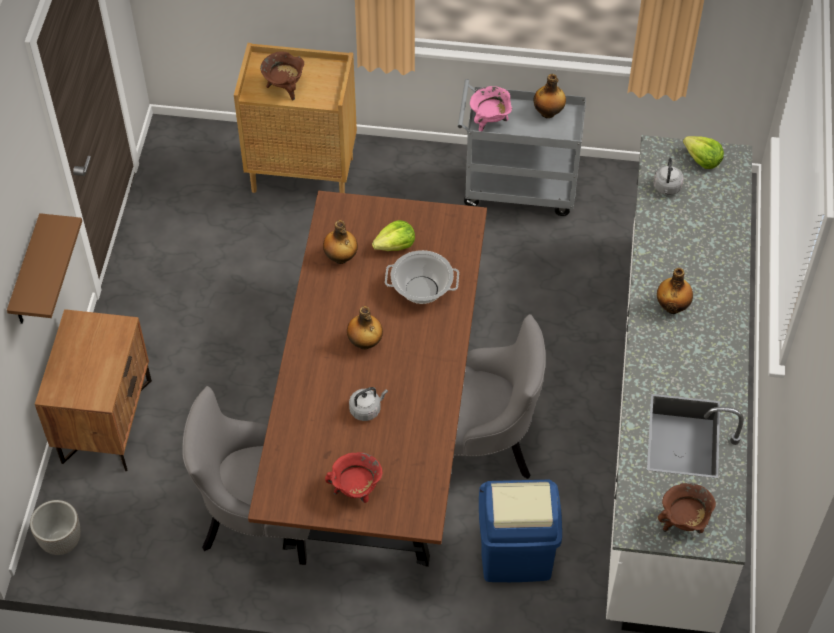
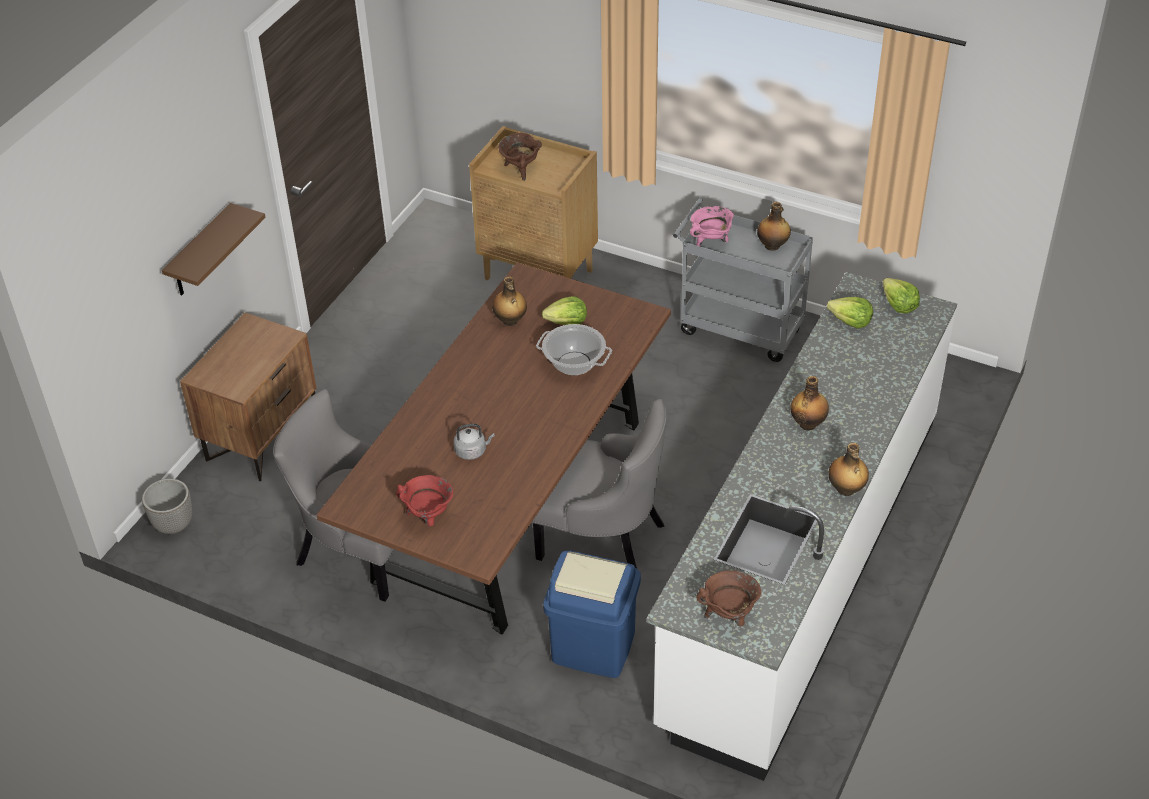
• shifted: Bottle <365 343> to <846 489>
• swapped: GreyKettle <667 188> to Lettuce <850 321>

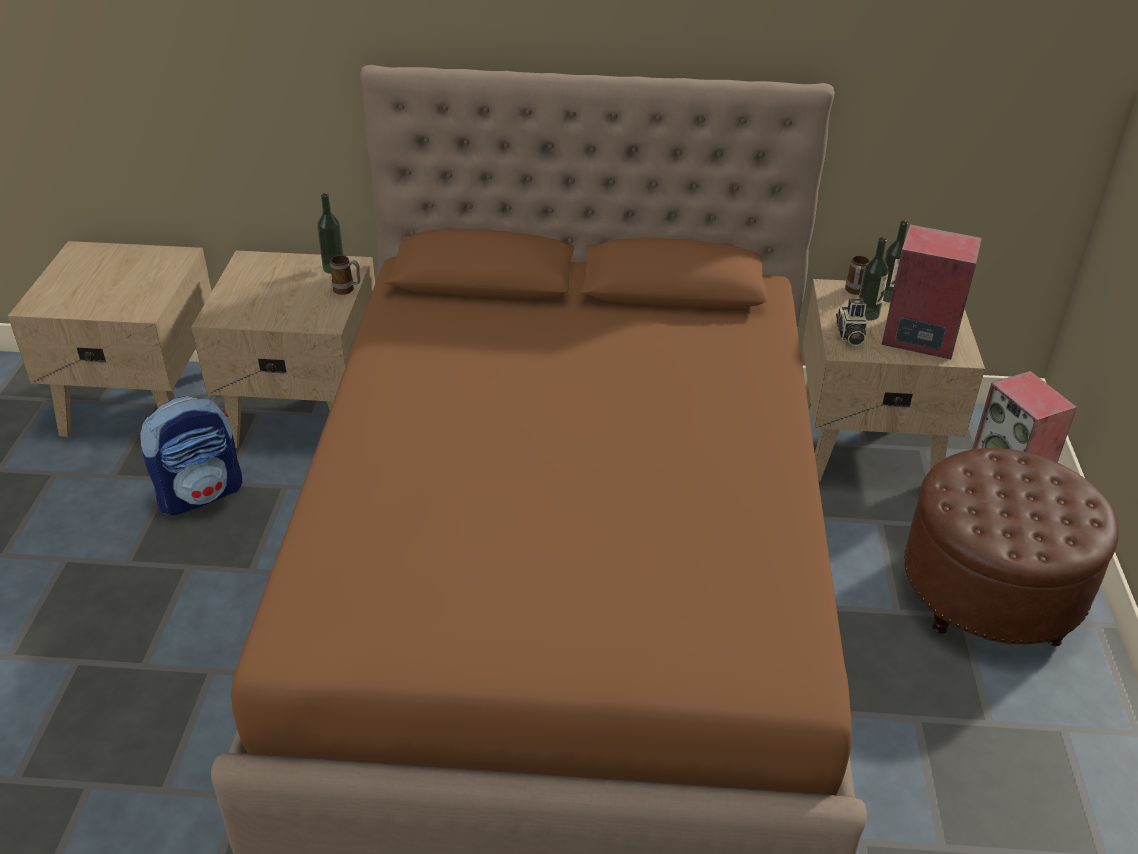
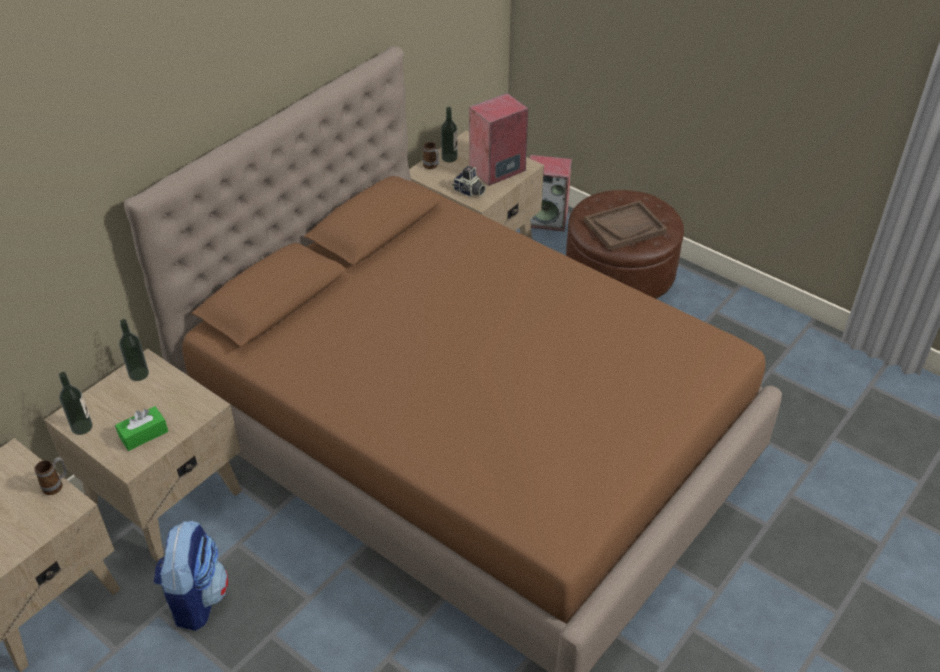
• new: GreenTissueBox <143 434>
• new: BrownTray <625 227>
• shifted: Mug <347 290> to <56 485>
• shifted: Bottle <867 314> to <82 427>

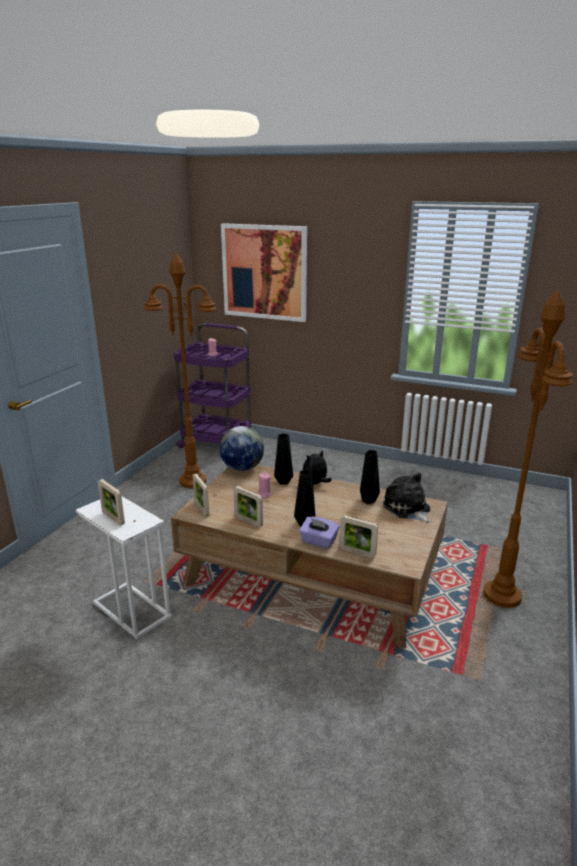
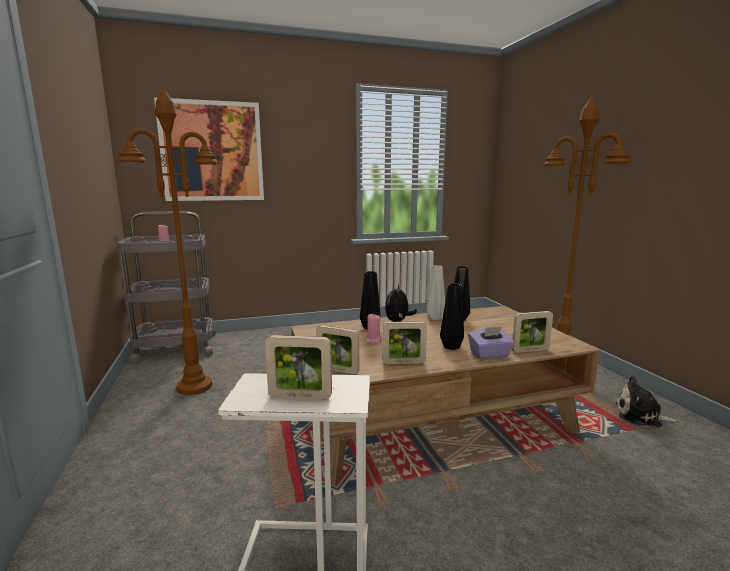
• gone: Globe <242 468>
• new: GreyVase <435 318>
• shifted: PlushToy <407 509> to <641 416>
• repainted: PurpleCart <216 443> to GreyCart <176 348>

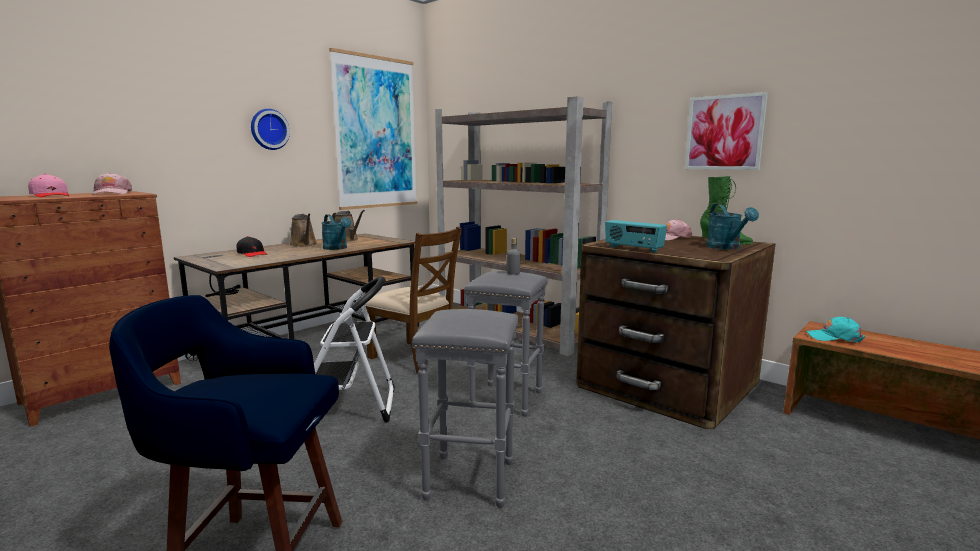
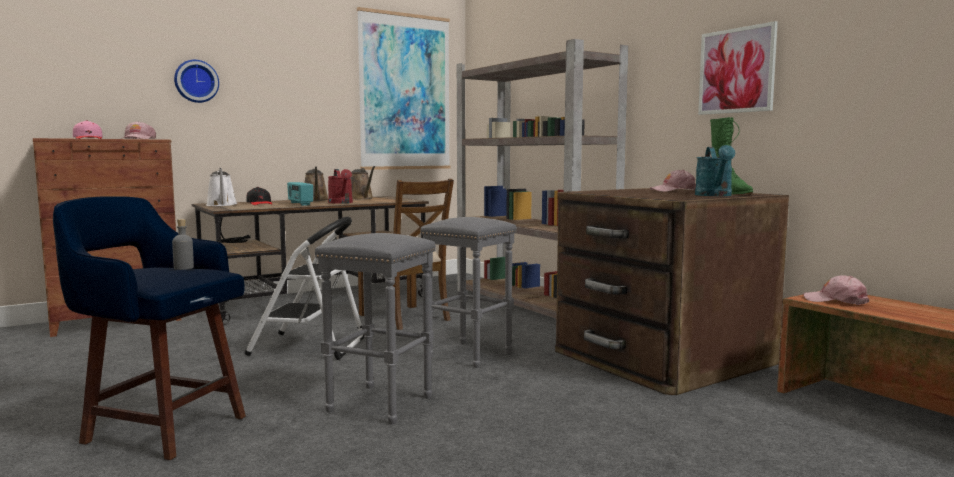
• new: WhiteWateringCan <222 205>
• shifted: WallClock <269 129> to <196 81>
• shifted: GreyBottle <513 273> to <183 268>
• shifted: Radio <633 249> to <300 204>
• repainted: TurquoiseWateringCan <337 248> to RedWateringCan <341 203>
• repainted: TurquoiseCap <834 337> to PinkCap <835 300>

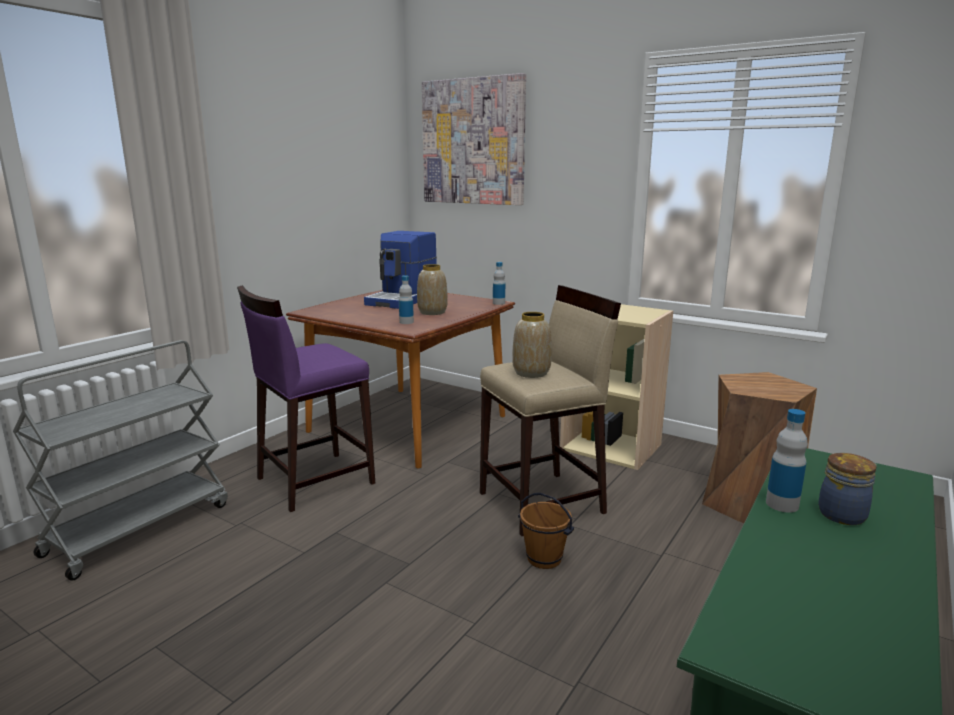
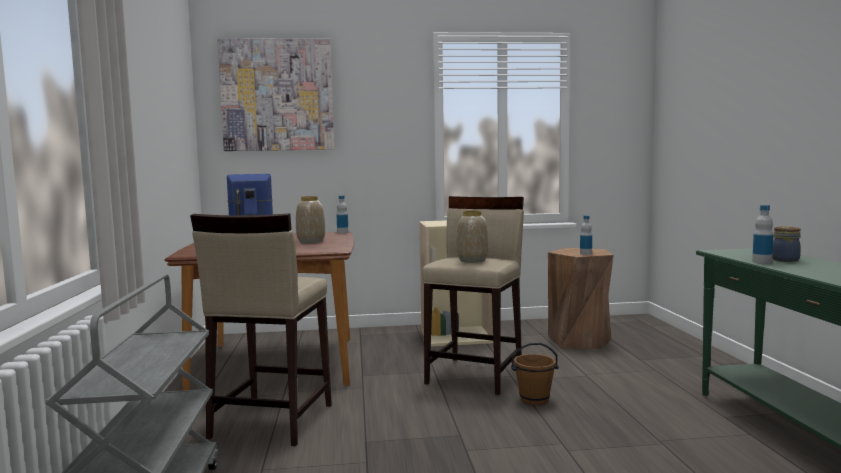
• shifted: Bottle <406 322> to <585 254>
• repainted: PurpleStool <314 480> to BeigeStool <270 421>

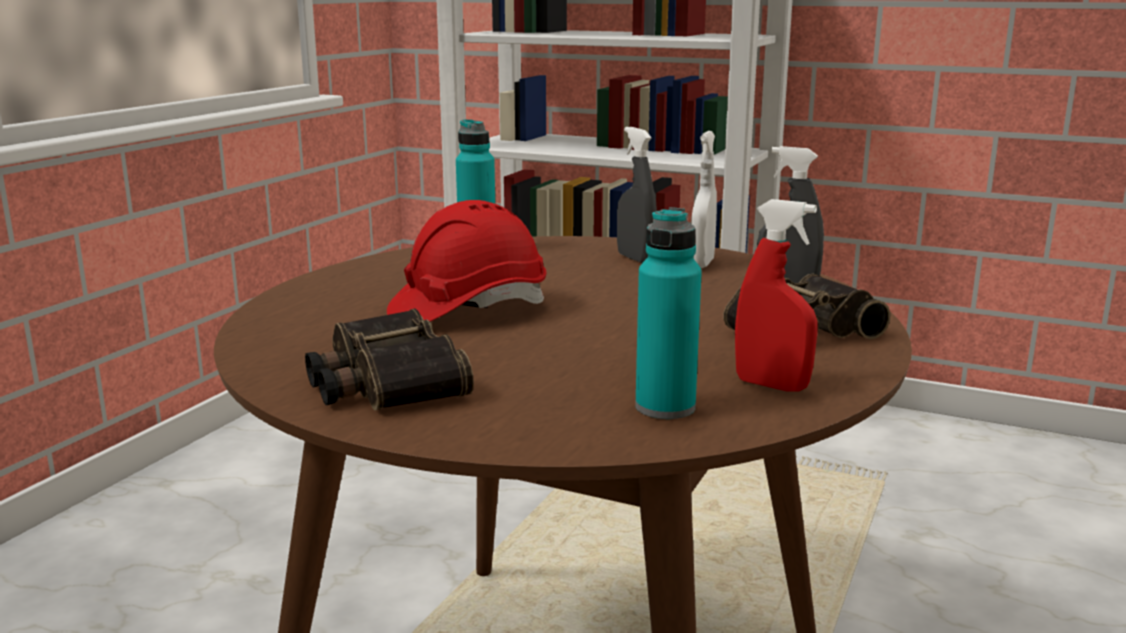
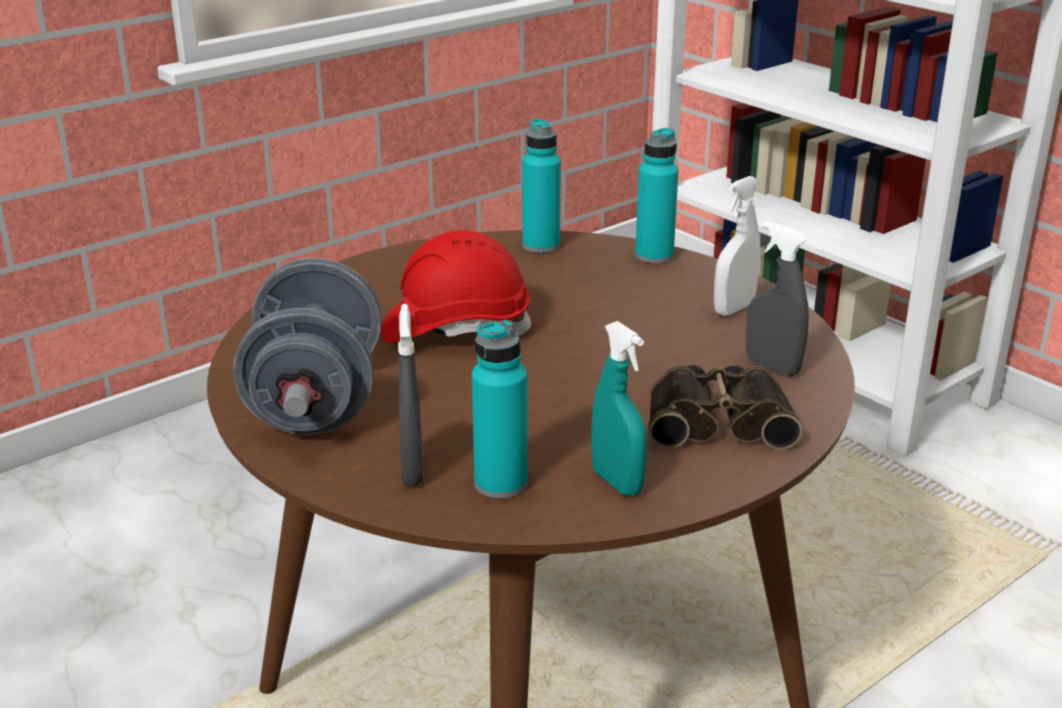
• new: TurquoiseBottle <654 256>
• shifted: GreySprayBottle <635 258> to <412 470>
• swapped: Binoculars <385 382> to GreyDumbbell <315 401>
• repainted: RedSprayBottle <771 385> to TurquoiseSprayBottle <617 482>

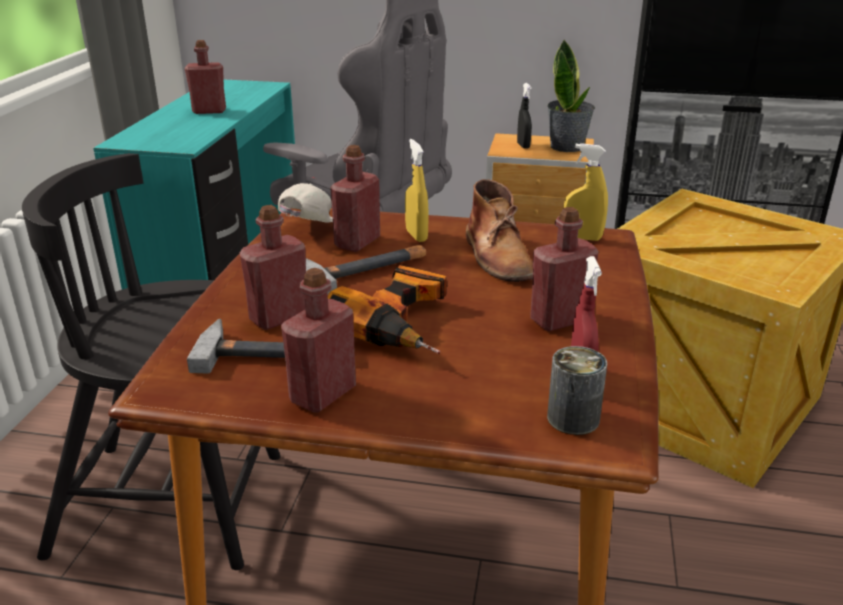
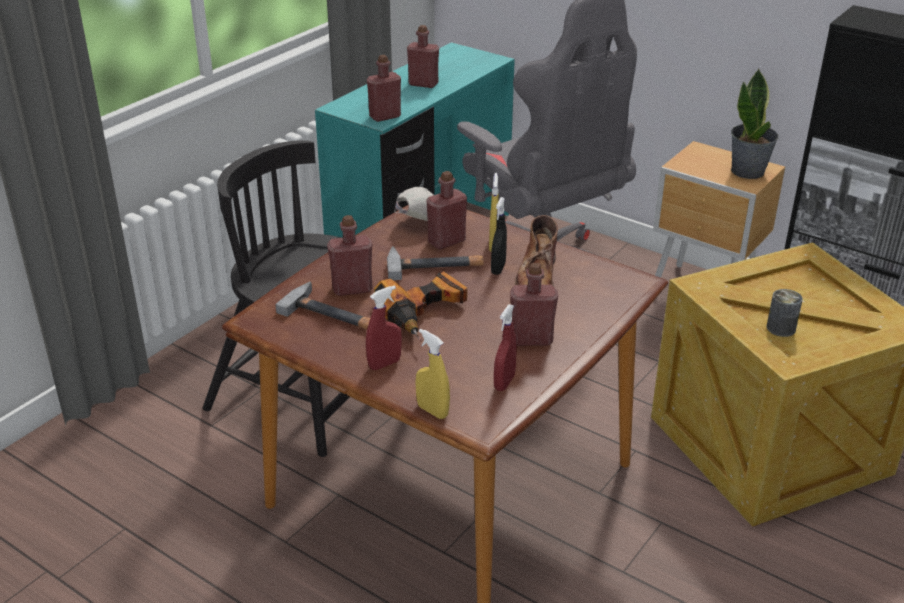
• new: RedSprayBottle <384 364>
• shifted: RedBottle <323 394> to <385 116>
• shifted: BlackSprayBottle <523 146> to <498 268>
• shifted: Can <573 418> to <781 328>
• shifted: YellowSprayBottle <582 238> to <432 411>

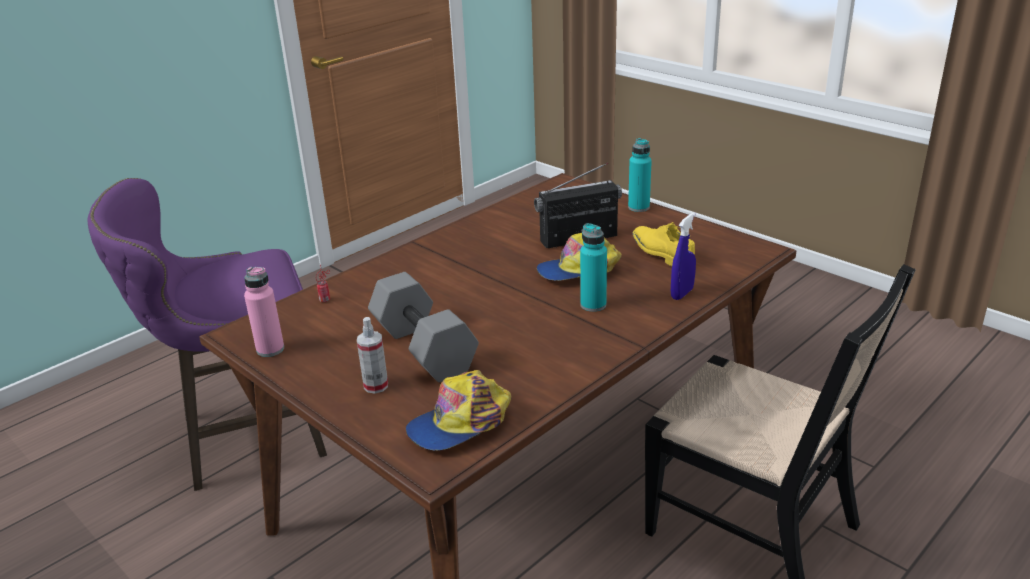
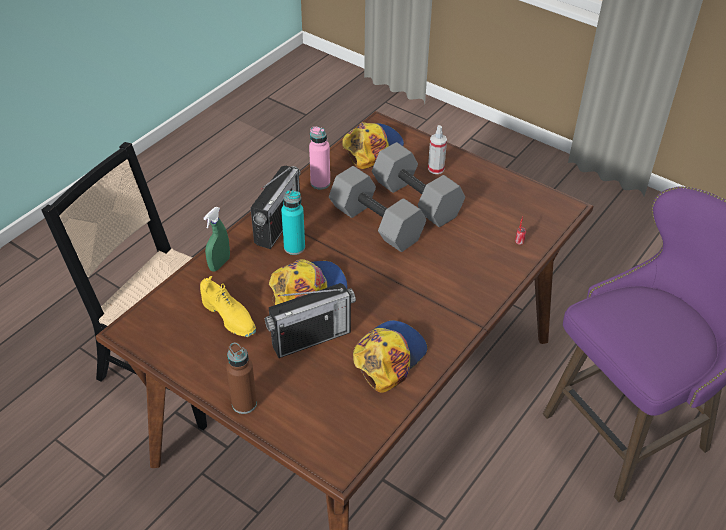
• new: Radio <277 225>
• new: GreyDumbbell <374 224>
• new: Cap <388 357>
• shifted: PinkBottle <270 349> to <320 183>
• repainted: TurquoiseBottle <638 207> to BrownBottle <244 403>
• repainted: BlueSprayBottle <682 293> to GreenSprayBottle <219 264>

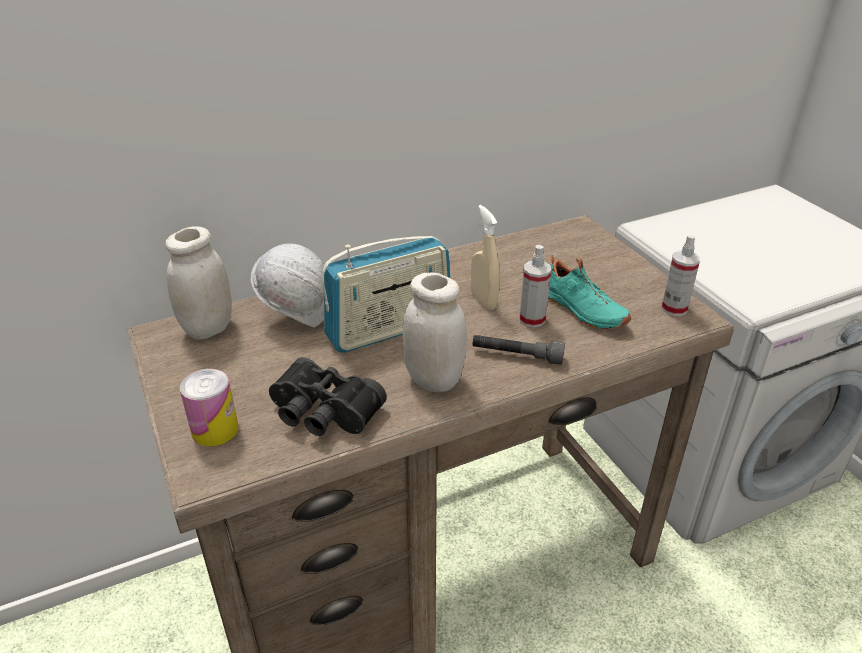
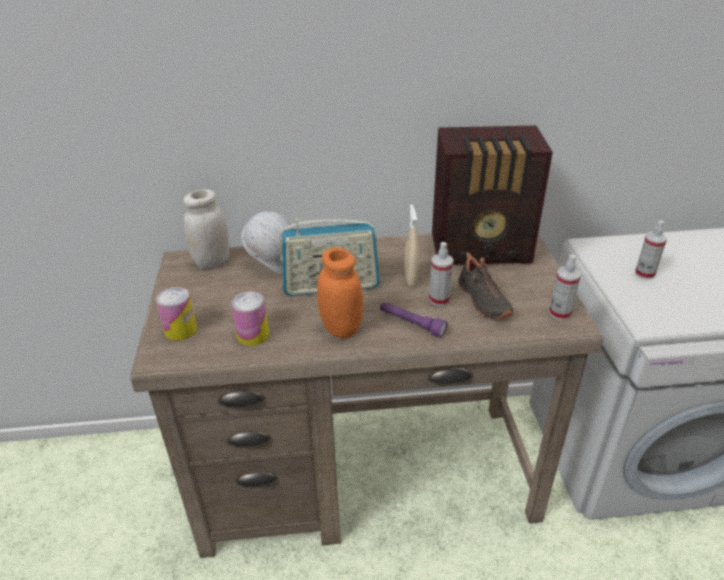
• new: Radio <483 250>
• new: SprayBottle <644 274>
• swapped: BlackBinoculars <322 414> to Can <253 335>
• repainted: WhiteJar <434 379> to OrangeJar <341 328>
• repainted: GreyFlashlight <517 356> to PurpleFlashlight <411 324>
• repainted: TurquoiseShoe <581 311> to BlackShoe <482 300>

